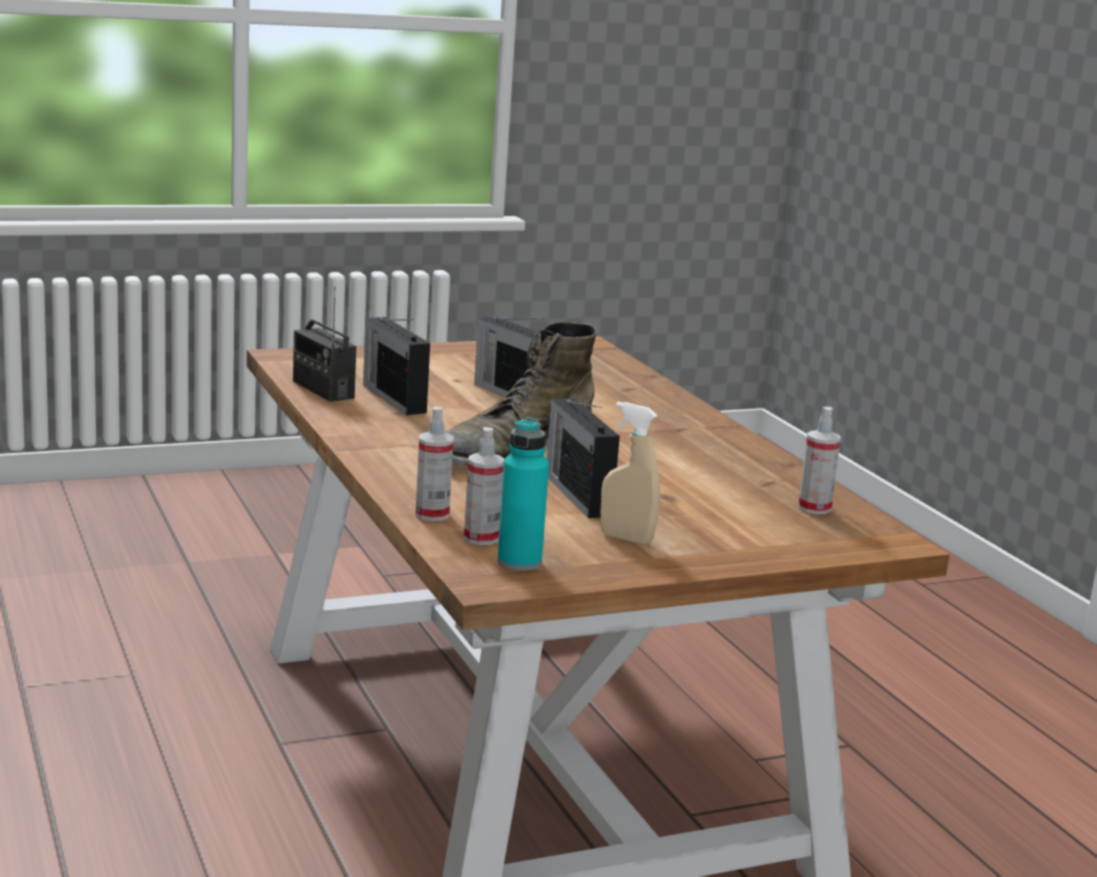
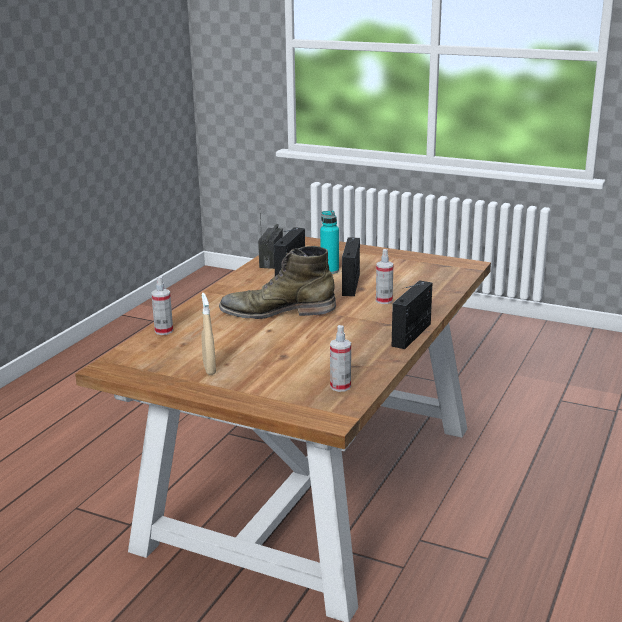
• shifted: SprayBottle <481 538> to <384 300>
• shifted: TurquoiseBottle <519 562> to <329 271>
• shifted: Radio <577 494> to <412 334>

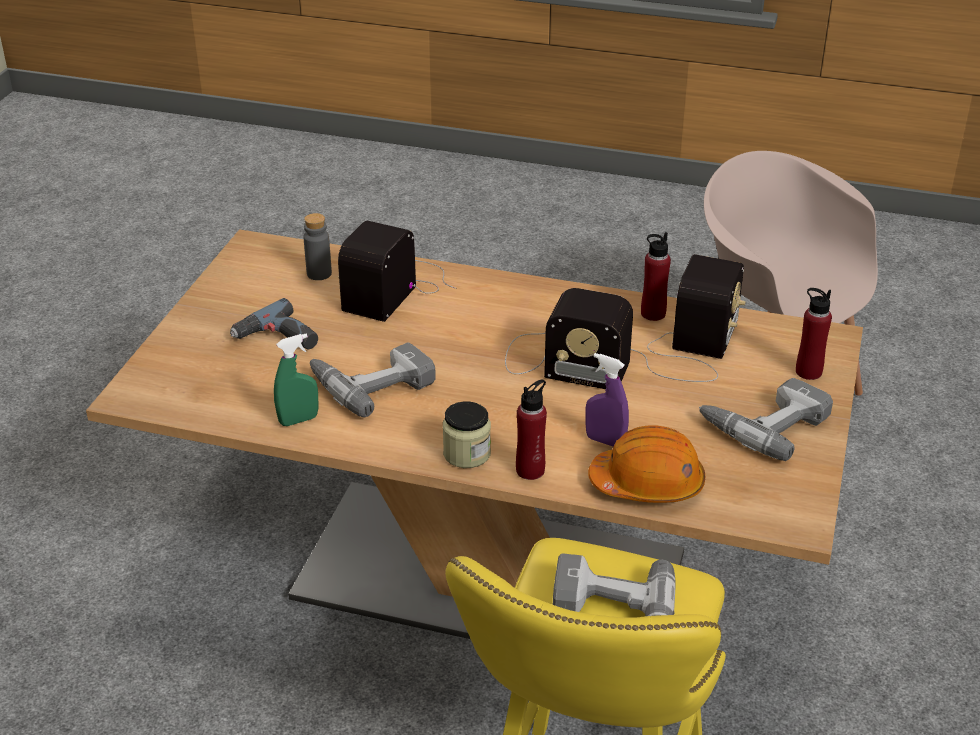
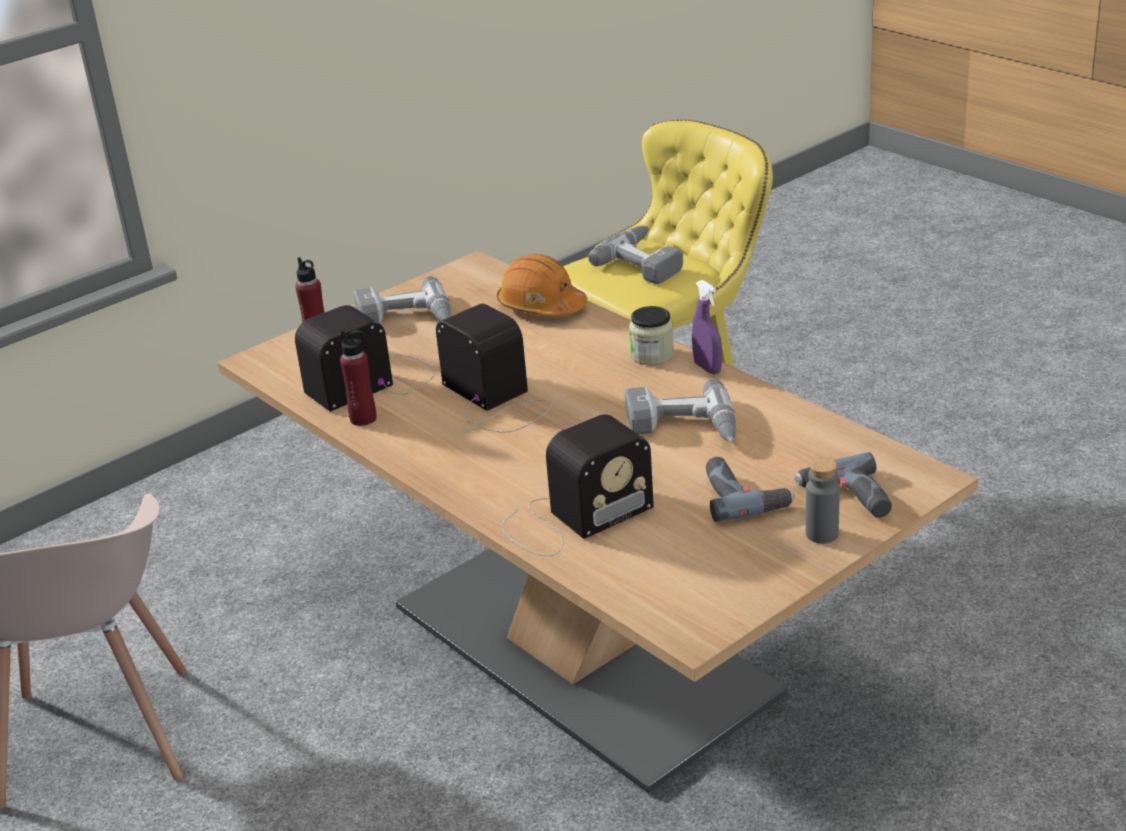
• gone: GreenSprayBottle <298 420>
• gone: RedBottle <530 470>
• new: PowerDrill <847 498>
• shifted: GreyBottle <319 273> to <822 534>
• shifted: PurpleSprayBottle <605 441> to <707 368>

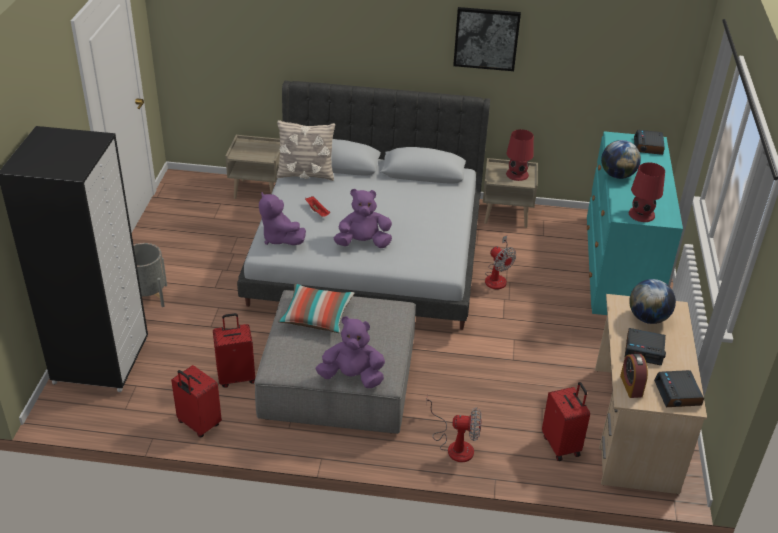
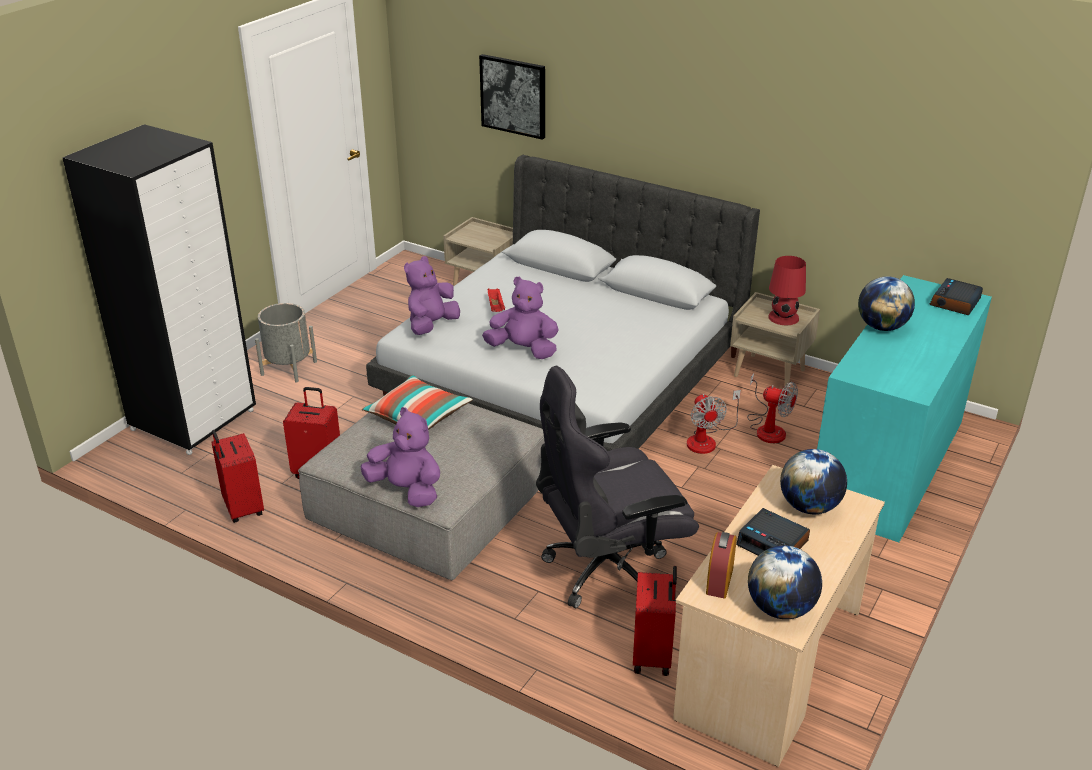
• gone: BeigePillow <306 175>
• gone: RedTableLamp <641 214>
• new: BlackOfficeChair <613 568>
• shifted: Fan <455 445> to <767 428>
• shifted: Picture <486 38> to <513 96>
• swapped: AlarmClock <678 393> to Globe <781 608>
• rotated: PurplePlushToy <280 238> = <431 325> 45 degrees clockwise

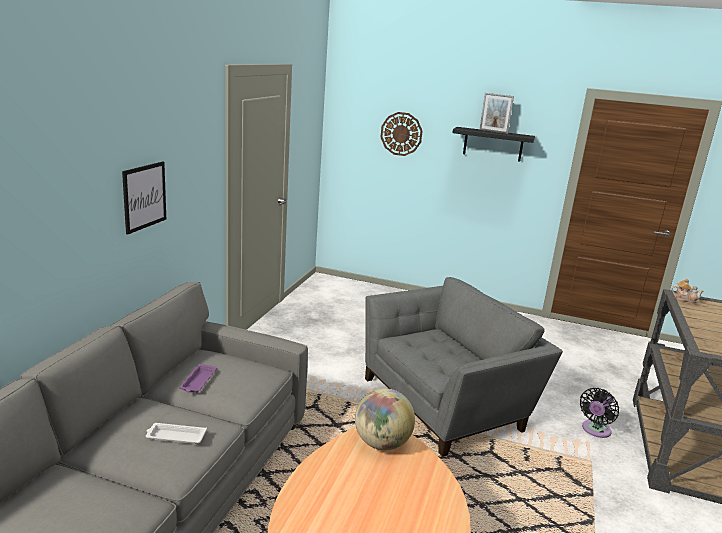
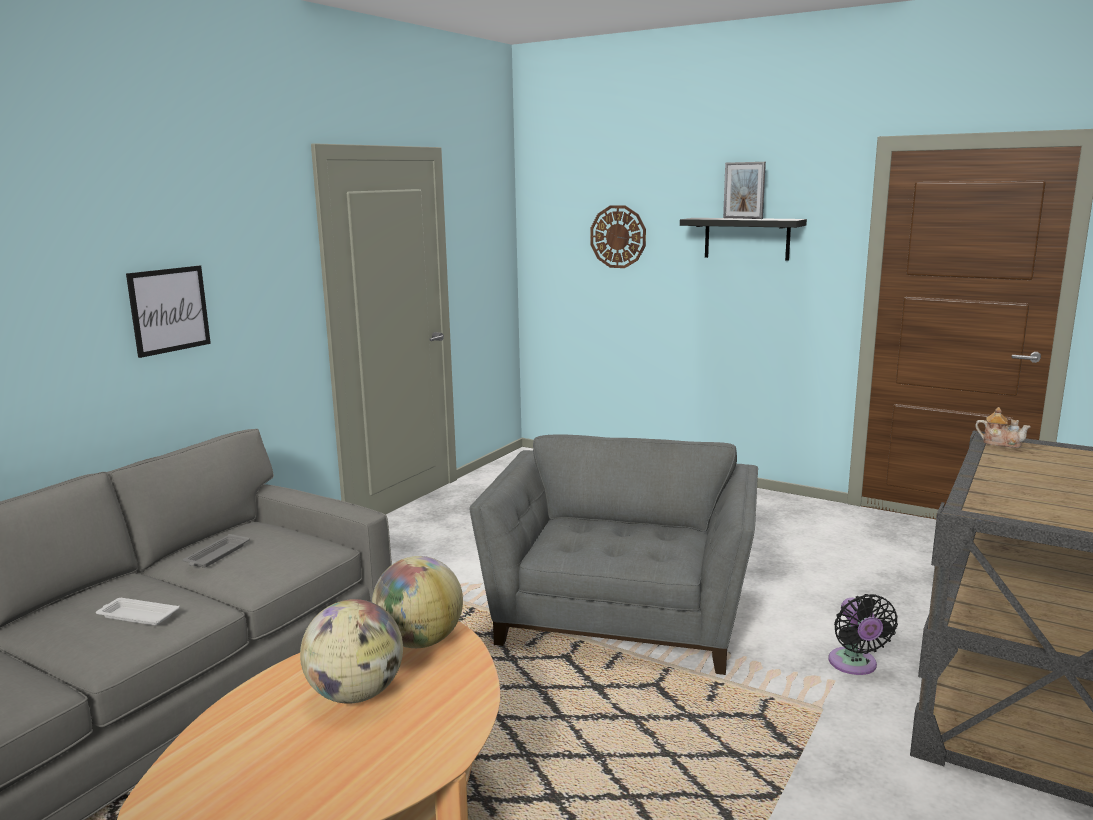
• new: Globe <356 694>
• repainted: PurpleTray <198 381> to GreyTray <216 555>
• rotated: GreyArmchair <446 402> = <622 615> 60 degrees counterclockwise
• rotated: BlackFan <595 430> = <854 665> 60 degrees counterclockwise

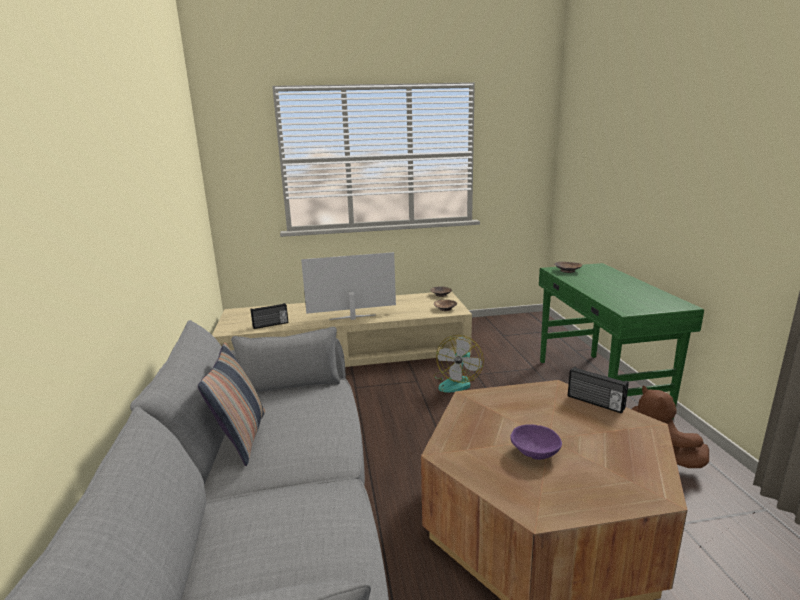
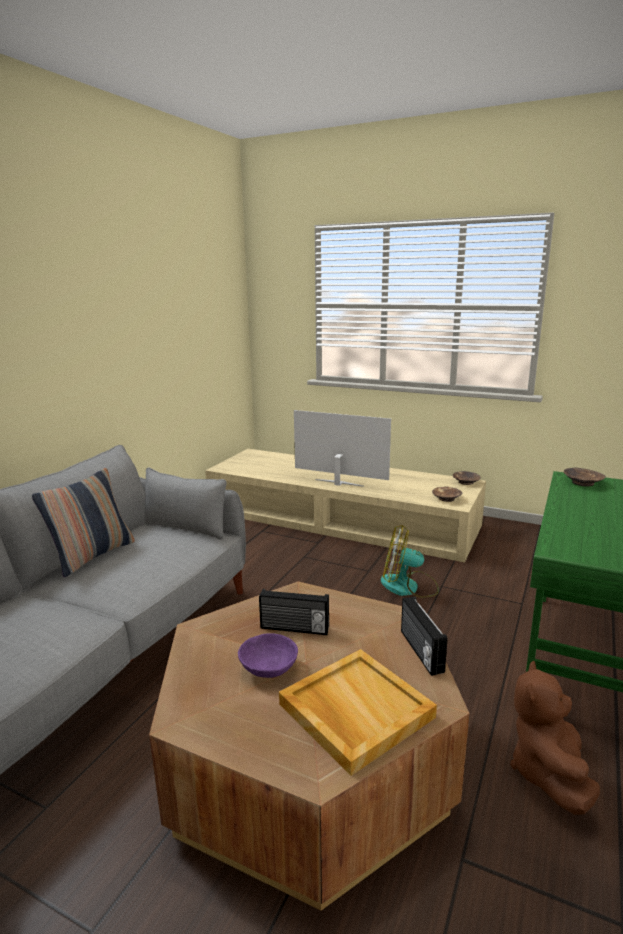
• new: BeigeTray <354 710>
• shifted: Radio <270 325> to <294 628>
• rotated: Fan <457 382> = <408 586> 45 degrees clockwise

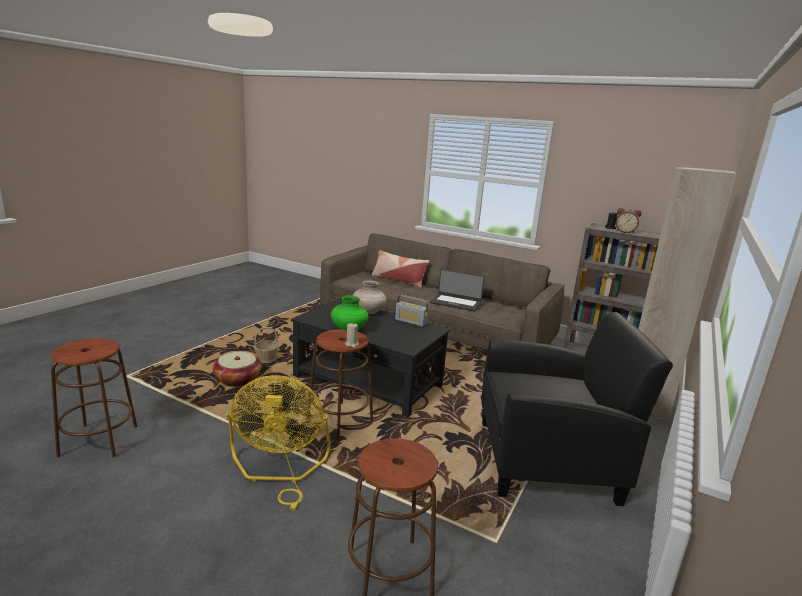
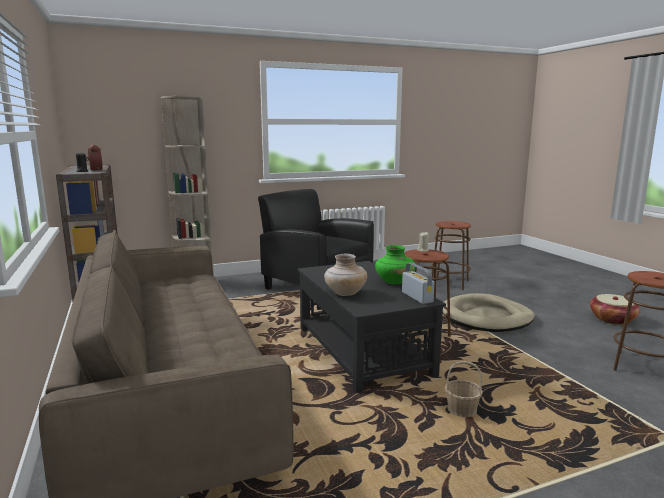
• gone: Pillow <398 280>
• gone: Laptop <456 303>
• shifted: Basket <238 379> to <612 319>
• shifted: Radio <411 321> to <417 297>
• swapped: YellowFan <280 472> to BeigeDogBed <486 317>

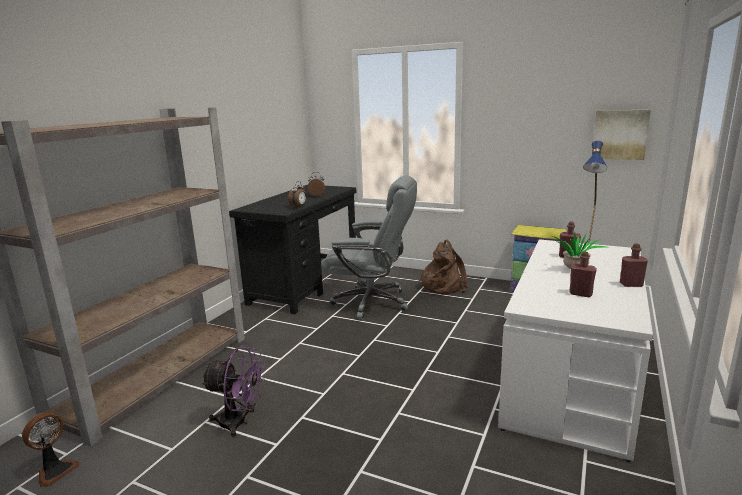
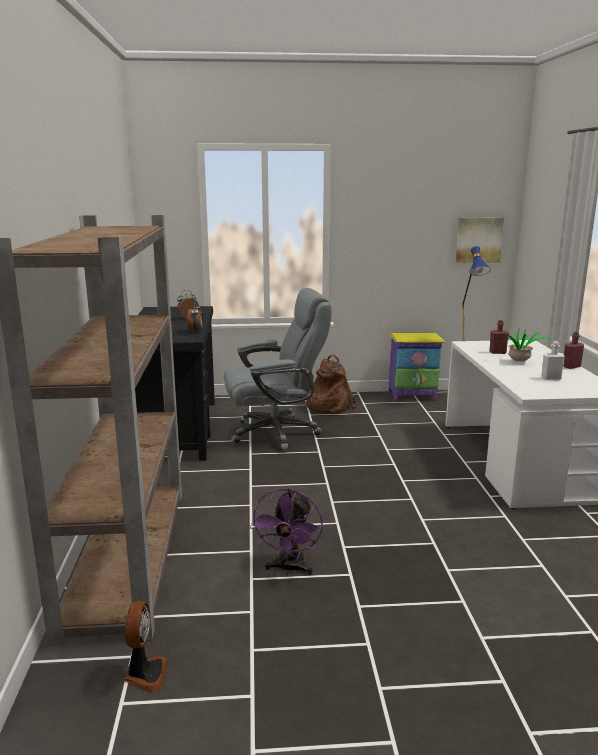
• repainted: RedBottle <580 294> to WhiteBottle <551 378>
• rotated: PurpleFan <239 422> = <289 569> 120 degrees clockwise

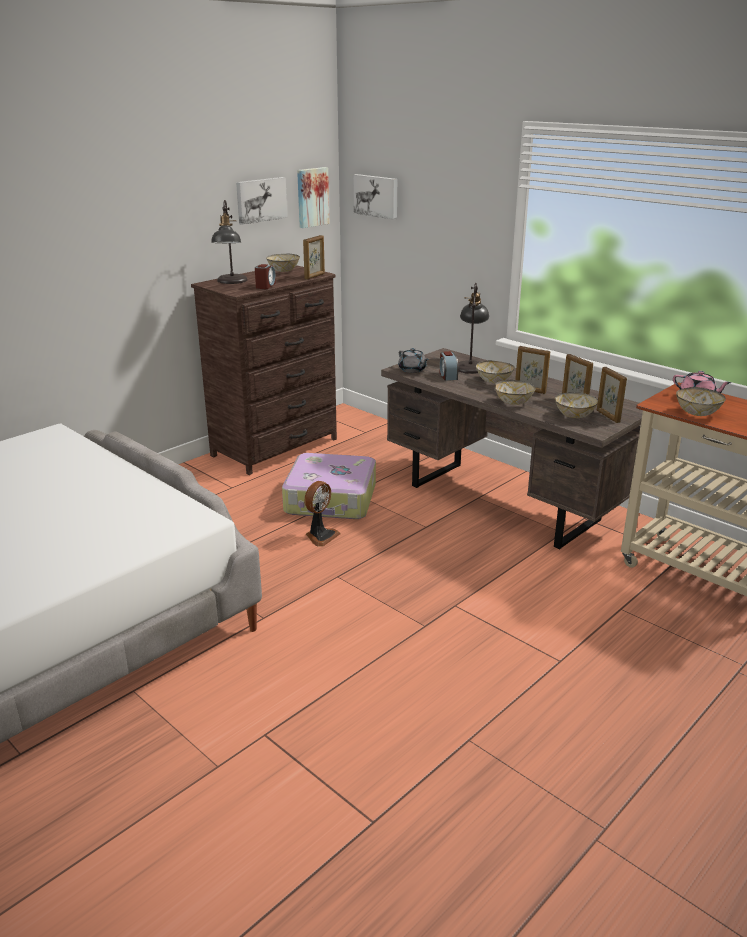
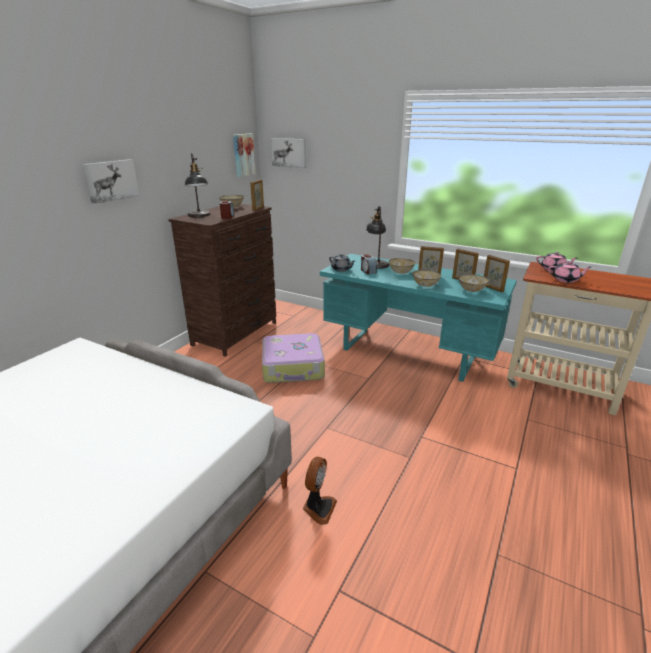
• shifted: Picture <260 200> to <110 180>
• shifted: Fan <320 536> to <318 508>
• swapped: Bowl <697 413> to PinkTeapot <565 280>
• repainted: BrownDesk <504 502> to TurquoiseDesk <409 353>

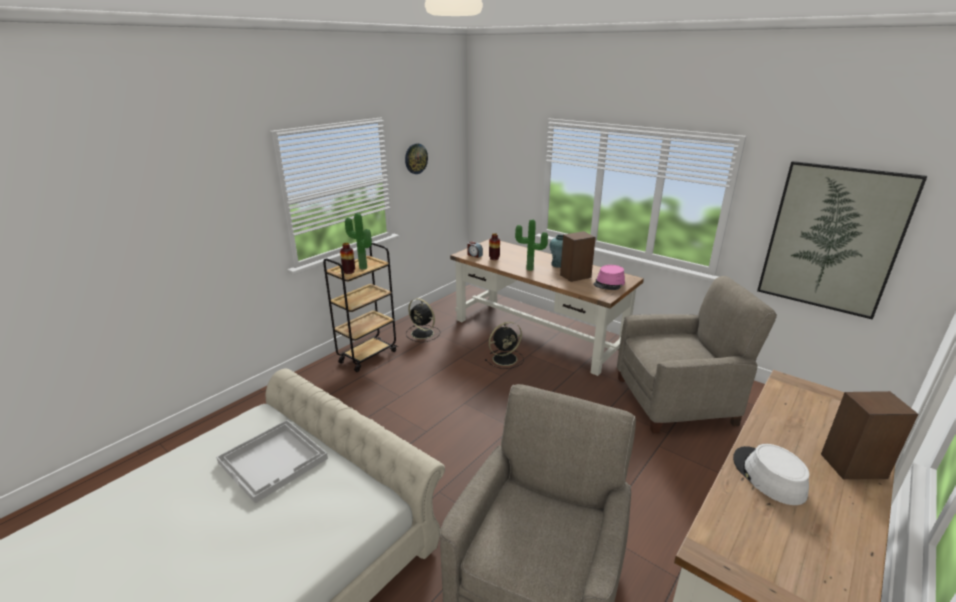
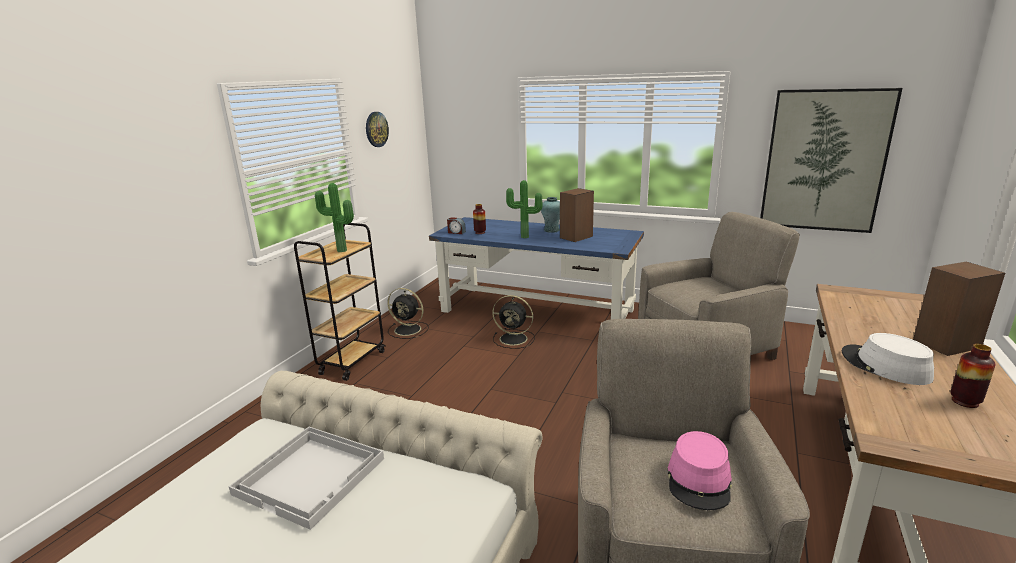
• shifted: Vase <349 272> to <964 402>
• shifted: PinkHat <609 283> to <699 480>
• repainted: BrownDesk <538 333> to BlueDesk <537 310>
• rotated: BlackFan <506 358> = <514 339> 60 degrees clockwise

